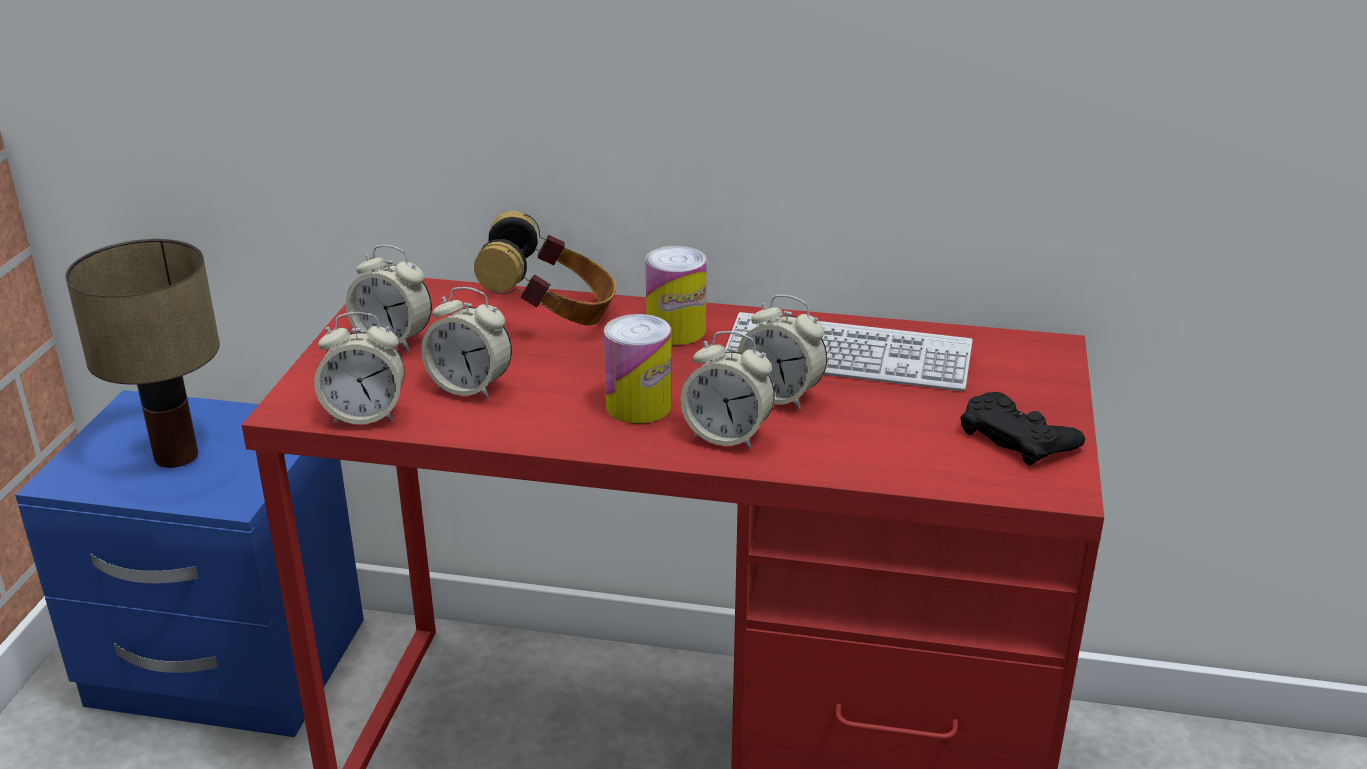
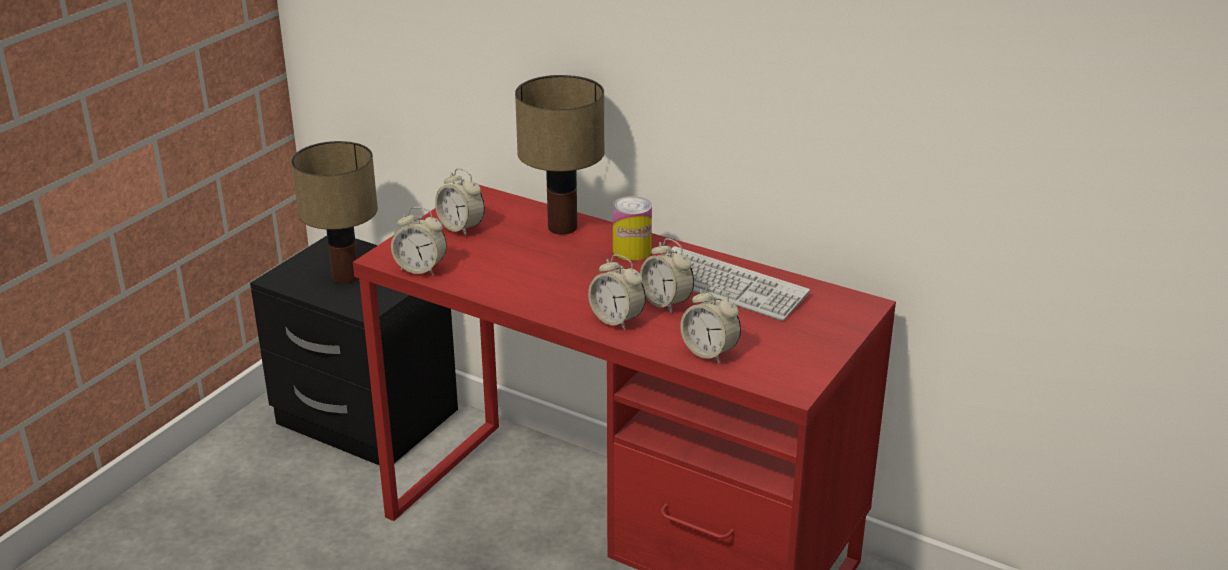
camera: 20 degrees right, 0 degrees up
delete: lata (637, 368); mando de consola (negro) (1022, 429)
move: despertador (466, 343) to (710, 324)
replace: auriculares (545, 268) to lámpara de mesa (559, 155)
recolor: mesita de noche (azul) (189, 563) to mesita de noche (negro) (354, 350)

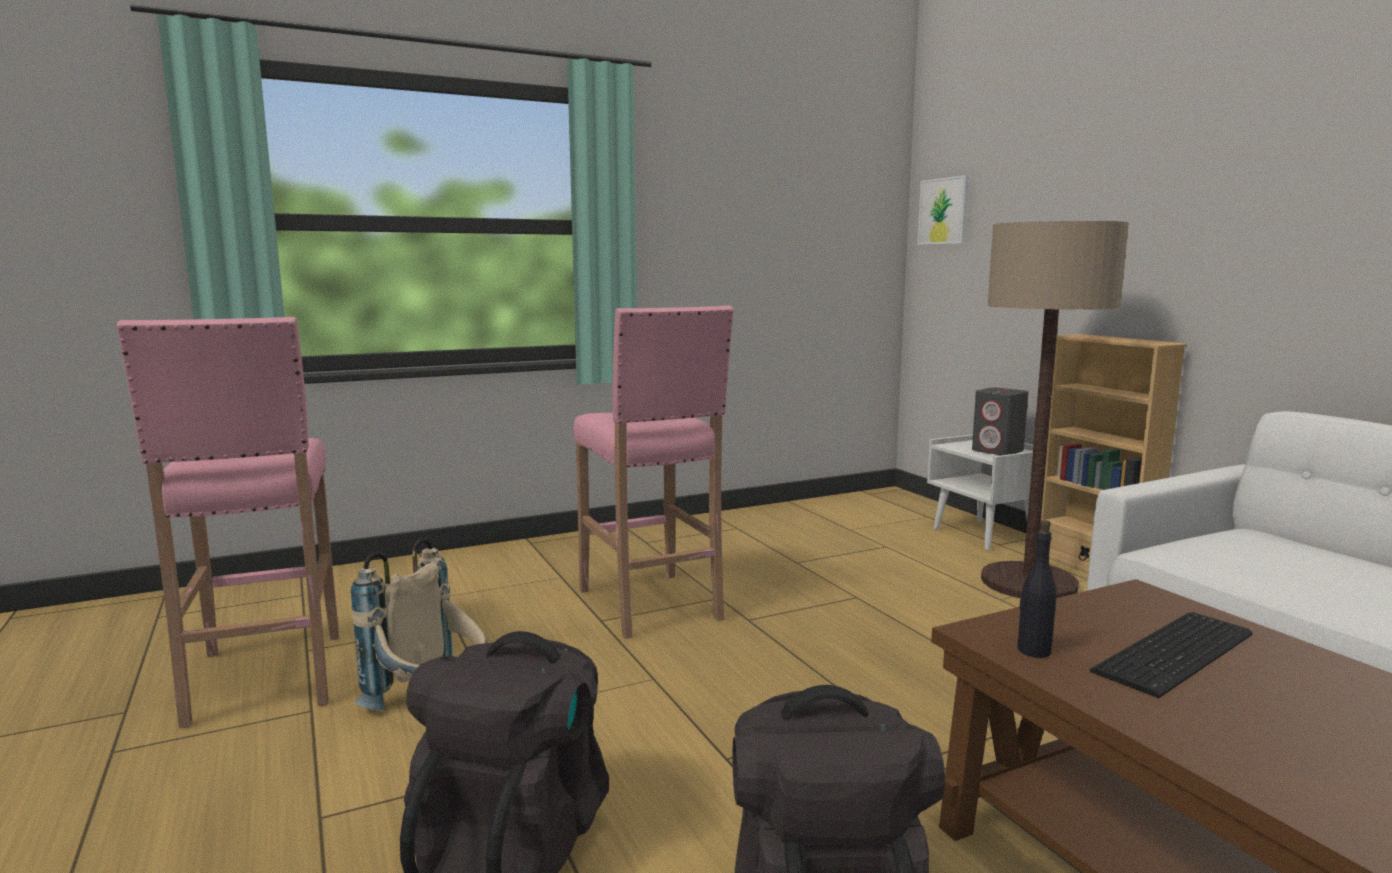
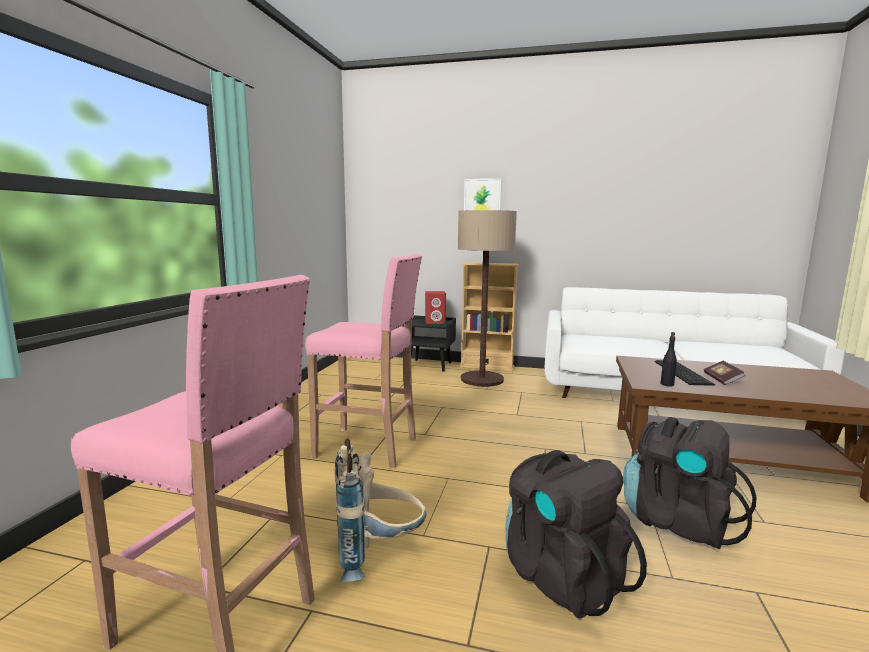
camera: 50 degrees left, 0 degrees up
insert: libro (724, 373)
move: cuadro (943, 210) to (483, 194)
recolor: mesita de noche (blanco) (980, 492) to mesita de noche (negro) (429, 343); altavoz (gris) (1000, 421) to altavoz (rojo) (435, 307)

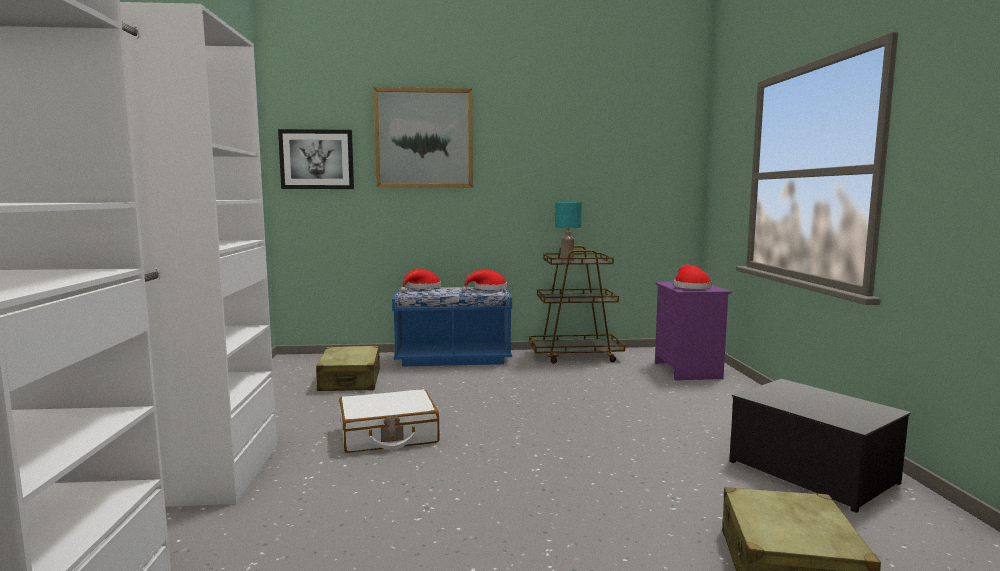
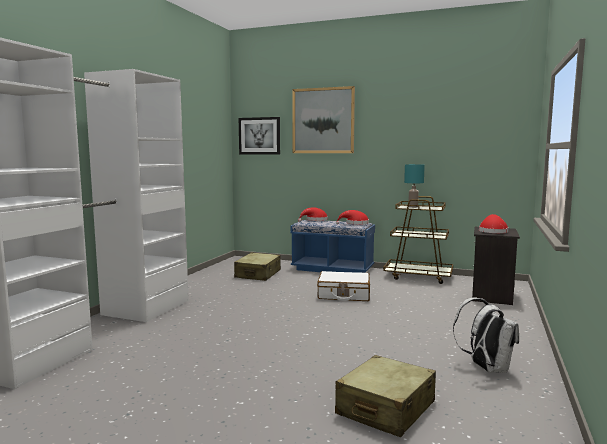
camera: 25 degrees right, 0 degrees up
move: maleta (blanco) (389, 421) to (343, 286)
replace: caja de almacenaje (820, 446) to mochila (blanco) (486, 335)
recolor: mesita de noche (morado) (693, 331) to mesita de noche (negro) (496, 266)

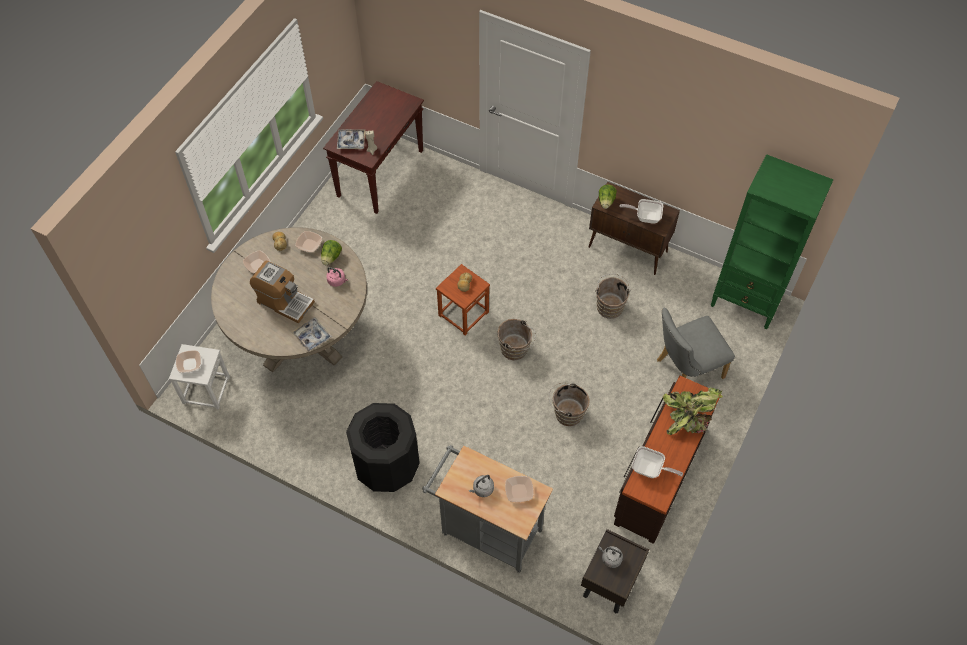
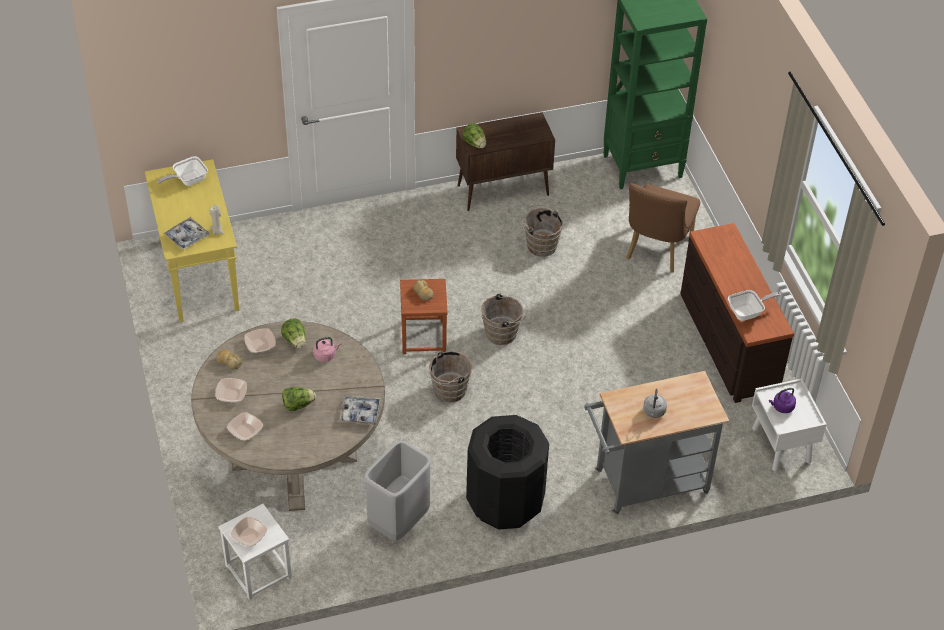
camera: 45 degrees left, 10 degrees down
delete: planta en maceta (693, 411)
insert: papelera (gris) (398, 490)
move: cuenco (519, 489) to (245, 426); cubo (marrón) (569, 404) to (448, 377); sartén (641, 211) to (182, 171)
replace: cafetera (282, 292) to lechuga (299, 399)
recolor: mesa consola (marrón) (373, 147) to mesa consola (amarillo) (192, 240); mesita de noche (marrón) (615, 571) to mesita de noche (blanco) (789, 424); hervidor (gris) (610, 557) to hervidor (morado) (782, 400); silla (gris) (696, 343) to silla (marrón) (663, 228)

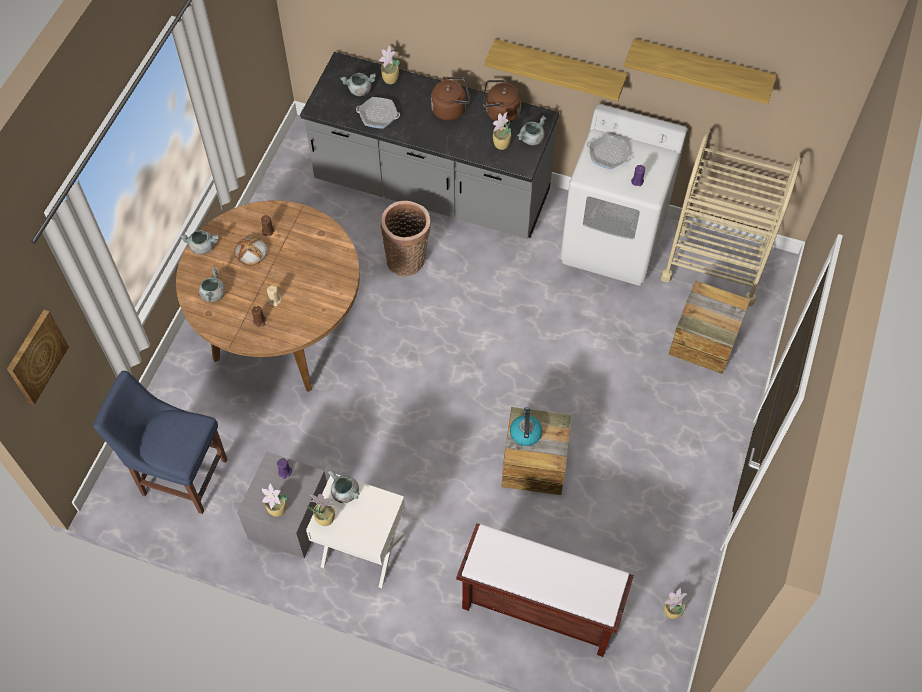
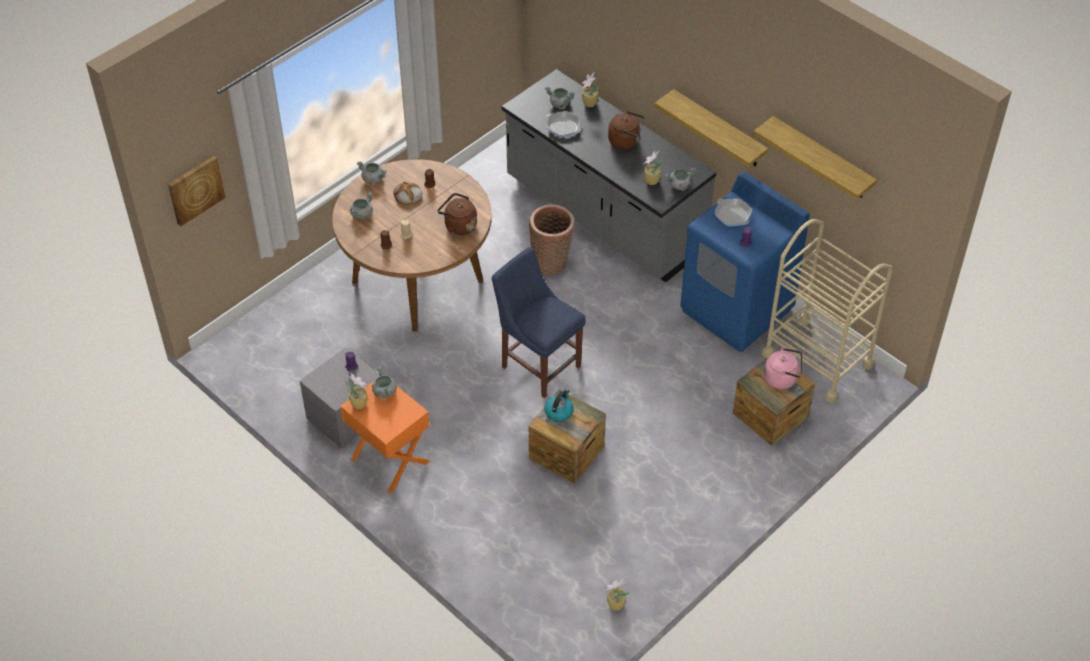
camera: 25 degrees right, 10 degrees down
delete: planta en maceta (274, 500); banco (marrón) (545, 590)
insert: hervidor (rosa) (783, 368)
move: silla (azul) (160, 442) to (539, 322); hervidor (marrón) (502, 101) to (457, 214)
recolor: mesita de noche (blanco) (355, 531) to mesita de noche (naranja) (385, 437); lavadora (blanco) (624, 195) to lavadora (azul) (745, 262)

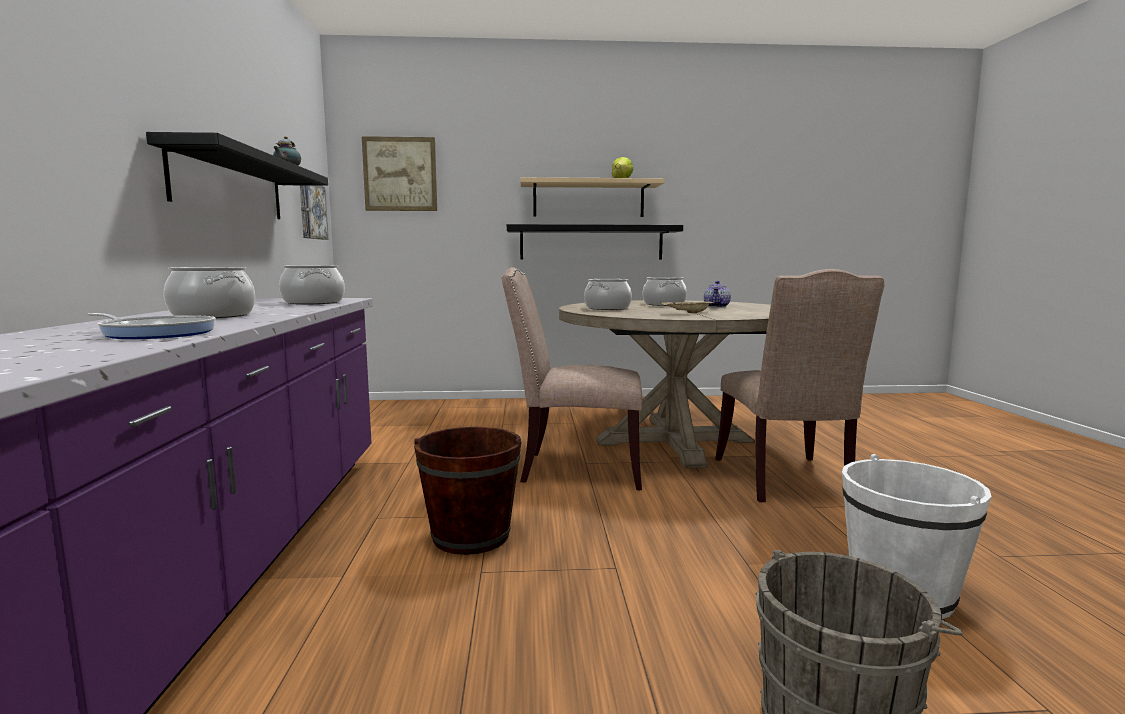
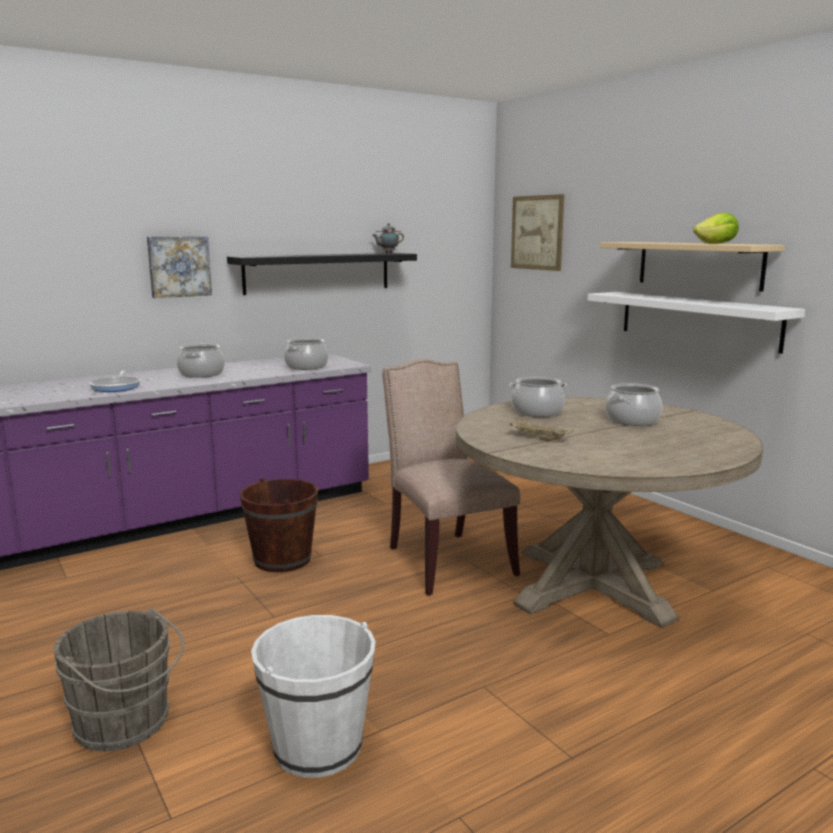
camera: 60 degrees right, 5 degrees up
delete: tetera (717, 294); silla (beis) (800, 385)
move: cuadro (314, 212) to (179, 267)
recolor: estante (negro) (595, 241) to estante (blanco) (696, 323)

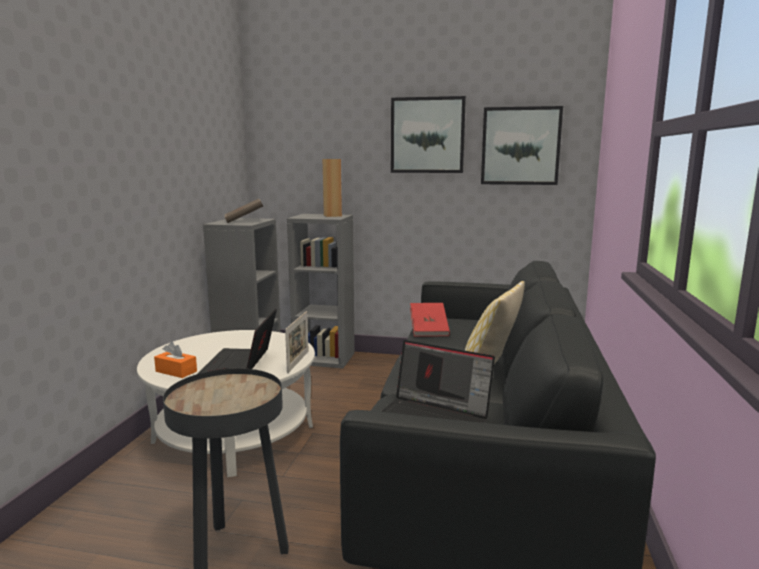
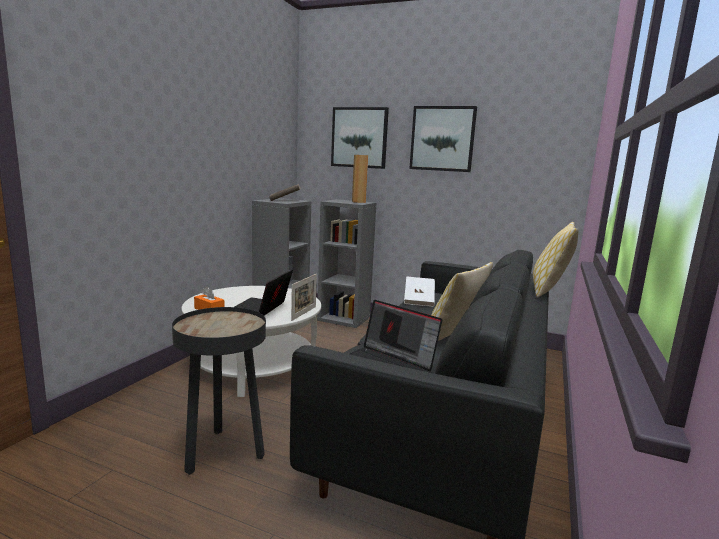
camera: 10 degrees right, 0 degrees up
insert: cojín (556, 259)
move: cuadro (522, 145) to (360, 138)
recolor: libro (rojo) (430, 320) to libro (blanco) (419, 291)

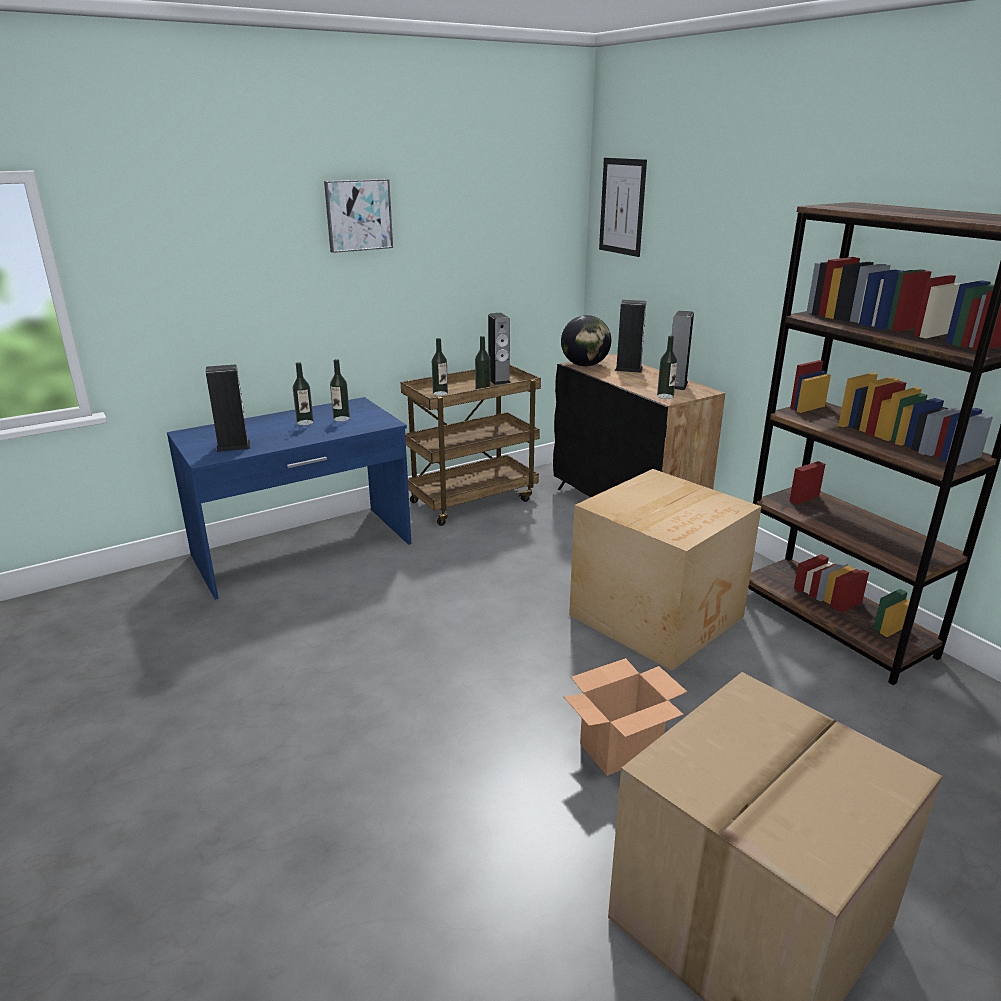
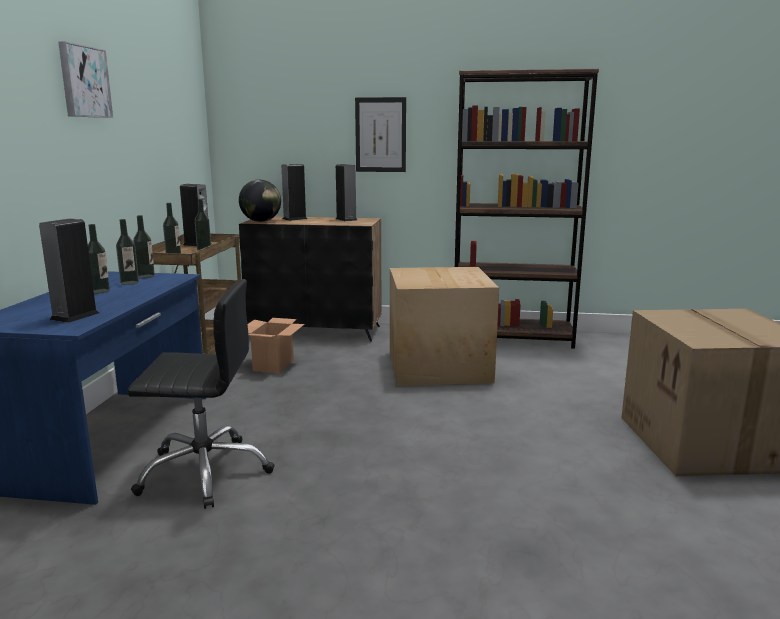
camera: 50 degrees left, 10 degrees down
insert: silla de oficina (negro) (201, 394)
move: caja de cartón (625, 717) to (276, 345); cuadro (623, 207) to (380, 134); botella (667, 367) to (144, 246)

